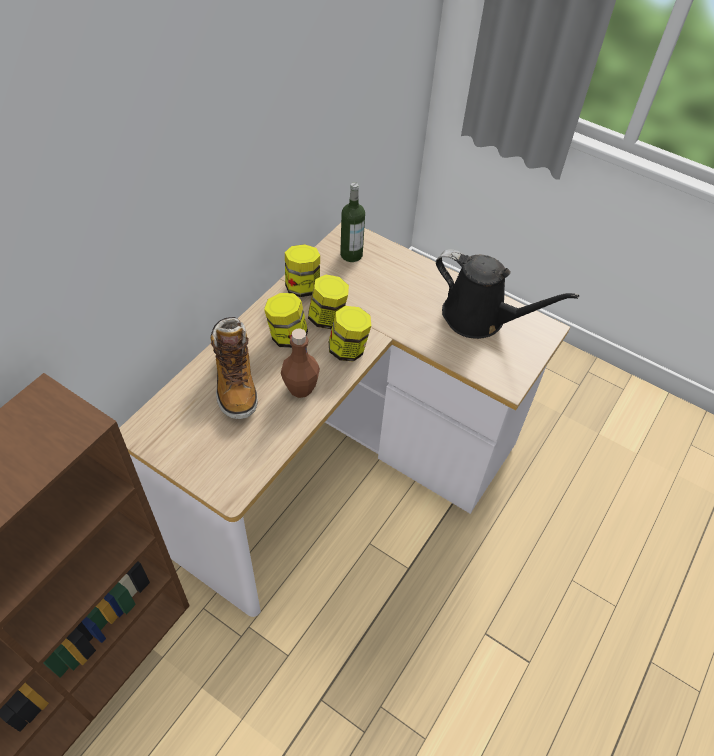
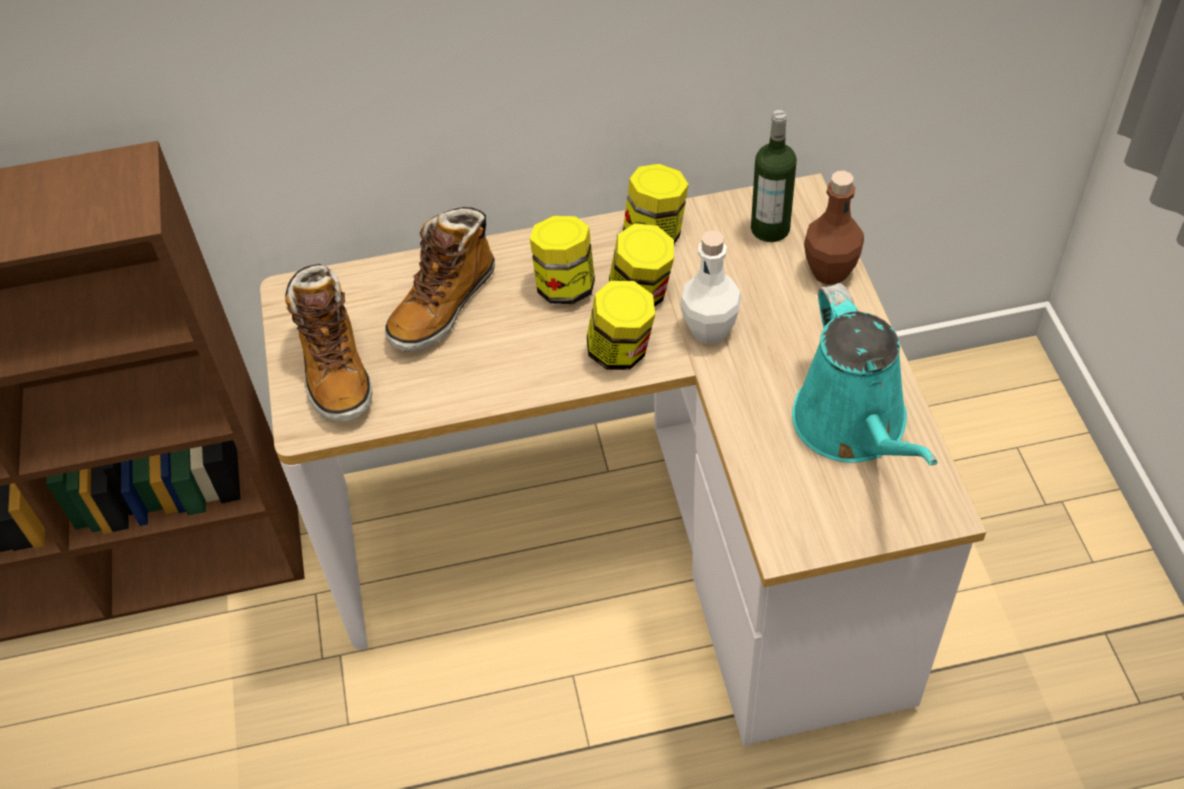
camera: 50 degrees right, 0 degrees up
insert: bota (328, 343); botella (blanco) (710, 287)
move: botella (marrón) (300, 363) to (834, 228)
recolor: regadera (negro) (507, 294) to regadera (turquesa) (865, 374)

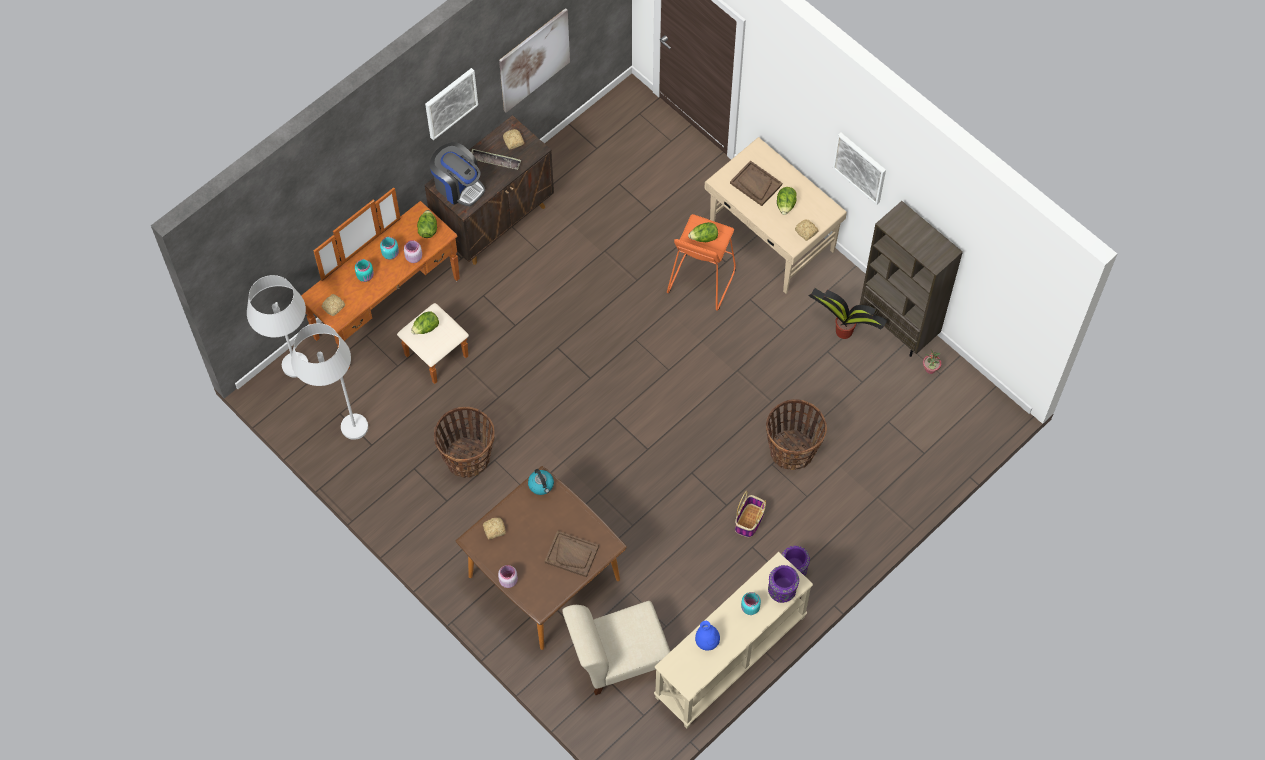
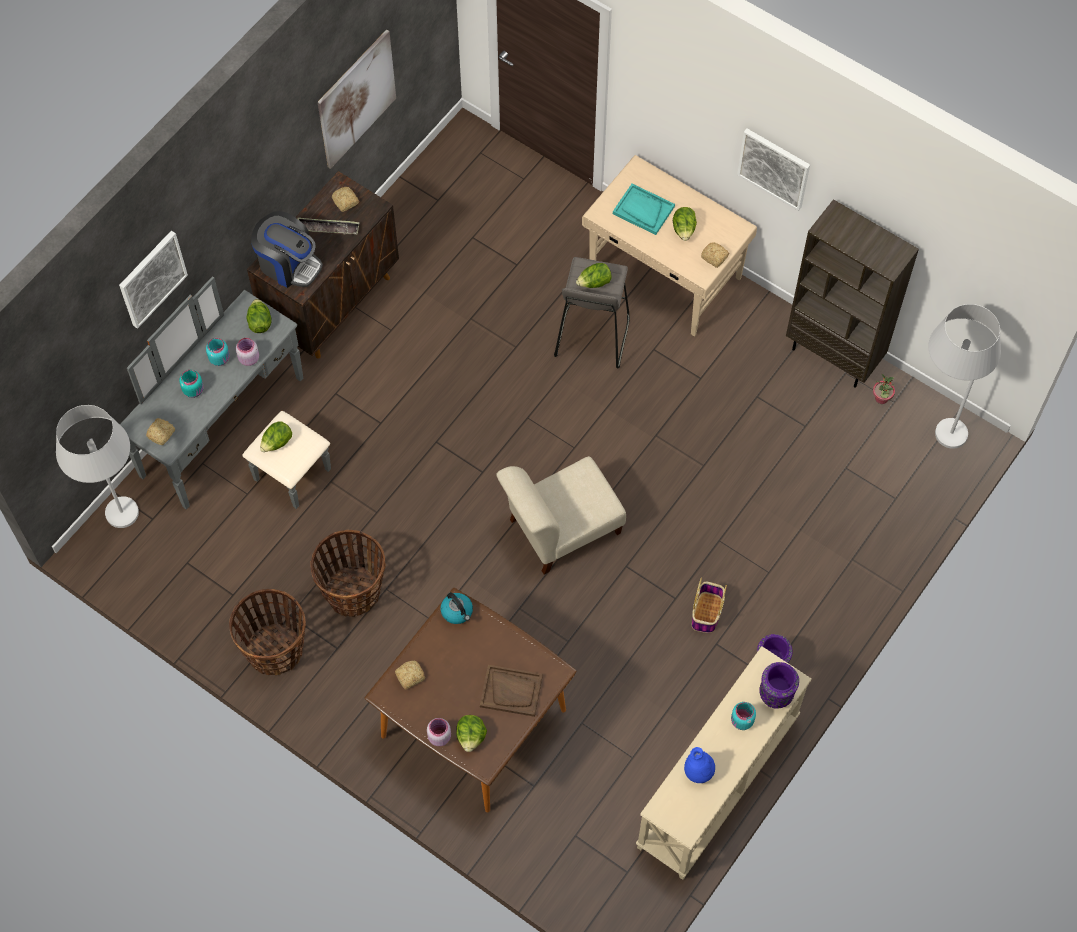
camera: 10 degrees left, 0 degrees up
delete: planta en maceta (848, 313)
insert: lechuga (471, 733)
move: lámpara de pie (blanco) (329, 381) to (964, 376); cuadro (451, 104) to (153, 280); silla (beis) (616, 648) to (561, 515); cesta (796, 434) to (267, 632)
recolor: cómoda (marrón) (385, 285) to cómoda (gris) (225, 393); taburete (naranja) (701, 262) to taburete (gris) (592, 312); bandeja (marrón) (756, 183) to bandeja (turquesa) (644, 209)

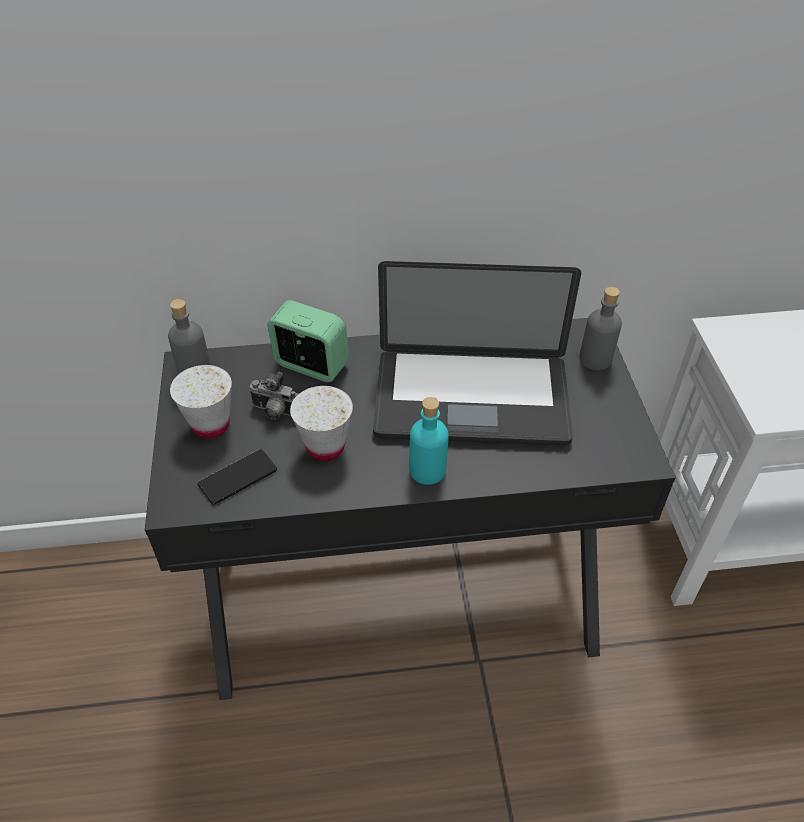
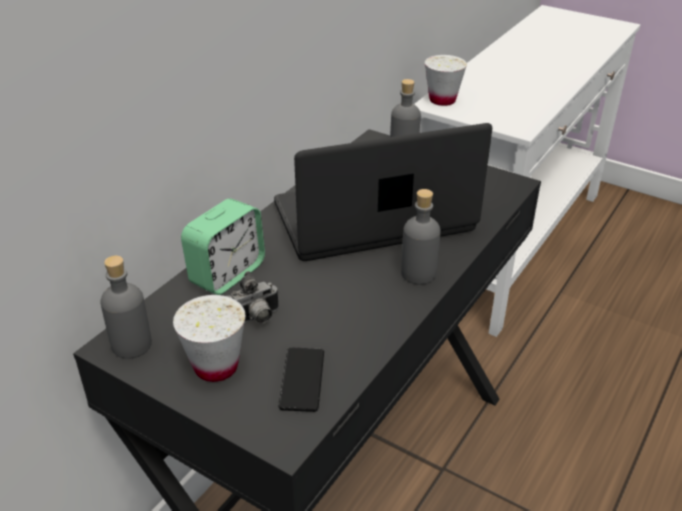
camera: 50 degrees left, 10 degrees down
move: taza (blanco) (321, 423) to (446, 80)
recolor: botella (turquesa) (429, 441) to botella (gris) (421, 237)
rotate: despertador (308, 341) = (223, 246) 150 degrees clockwise; portátil (477, 353) = (383, 192) 150 degrees counterclockwise

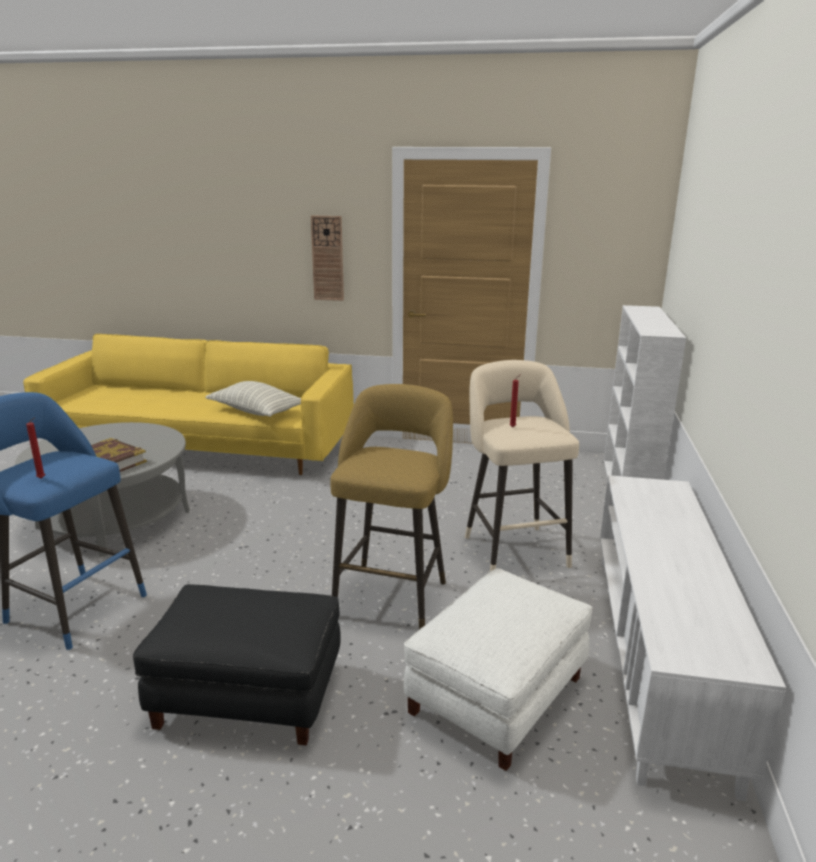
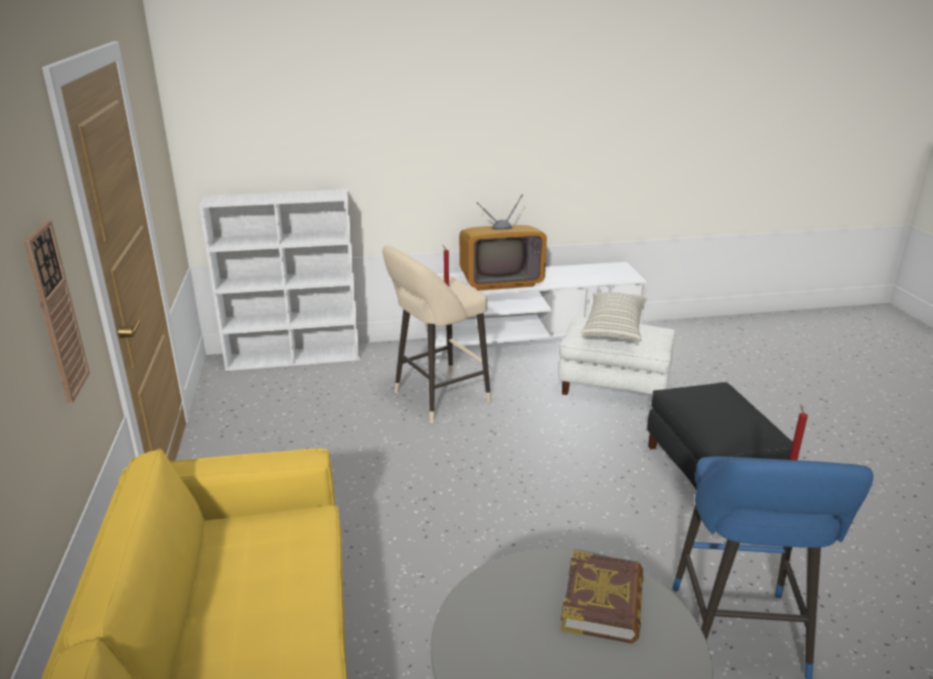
camera: 110 degrees left, 5 degrees up
delete: taburete (amarillo) (391, 506)
insert: televisor (503, 243)
move: cojín (253, 399) to (614, 317)

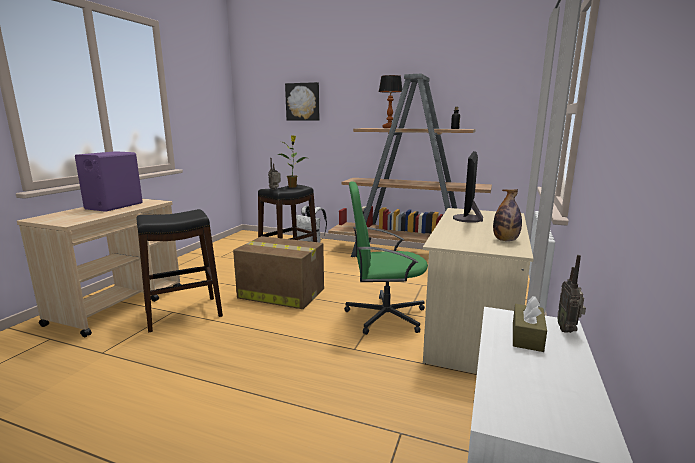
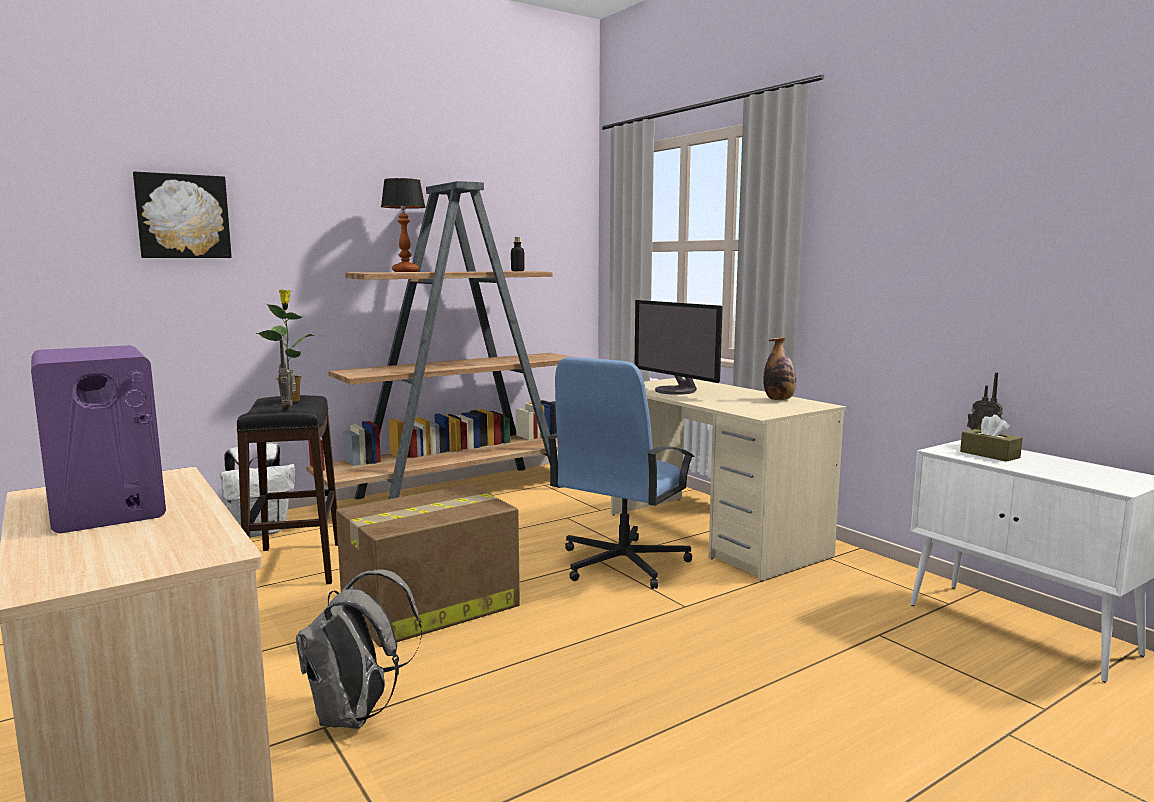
camera: 55 degrees left, 5 degrees down
replace: taburete (negro) (179, 270) to mochila (gris) (359, 649)
recolor: silla de oficina (verde) (386, 258) to silla de oficina (azul) (621, 473)

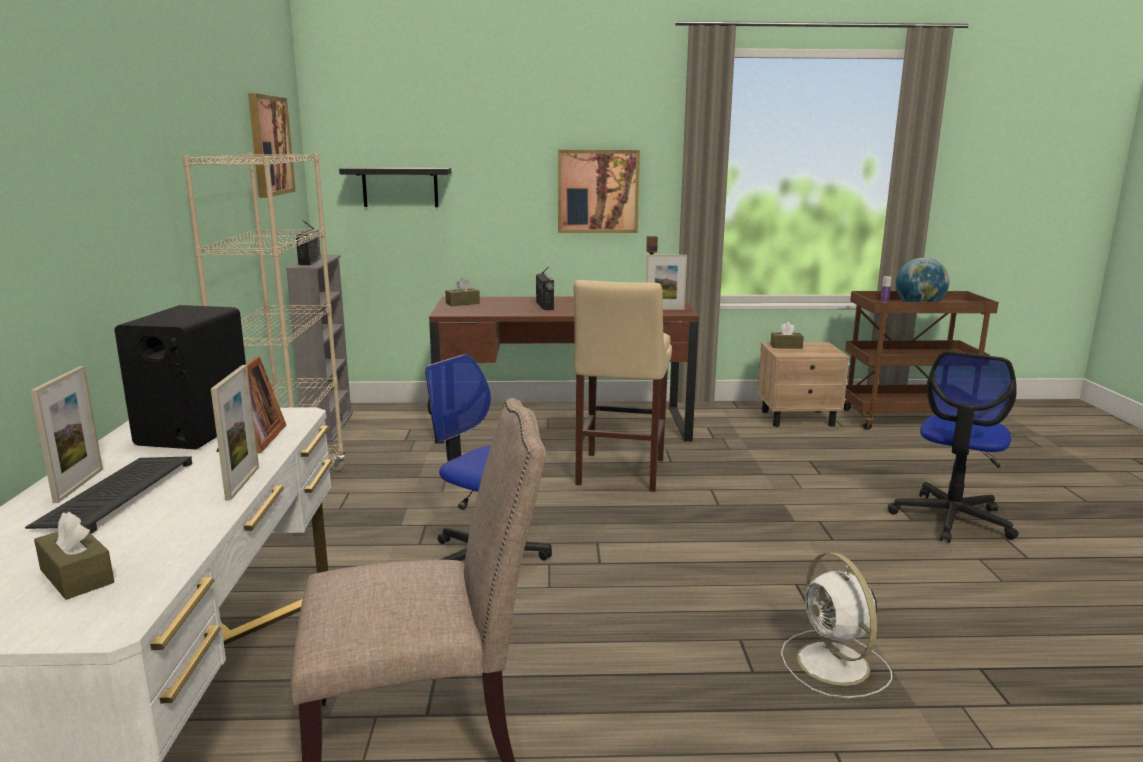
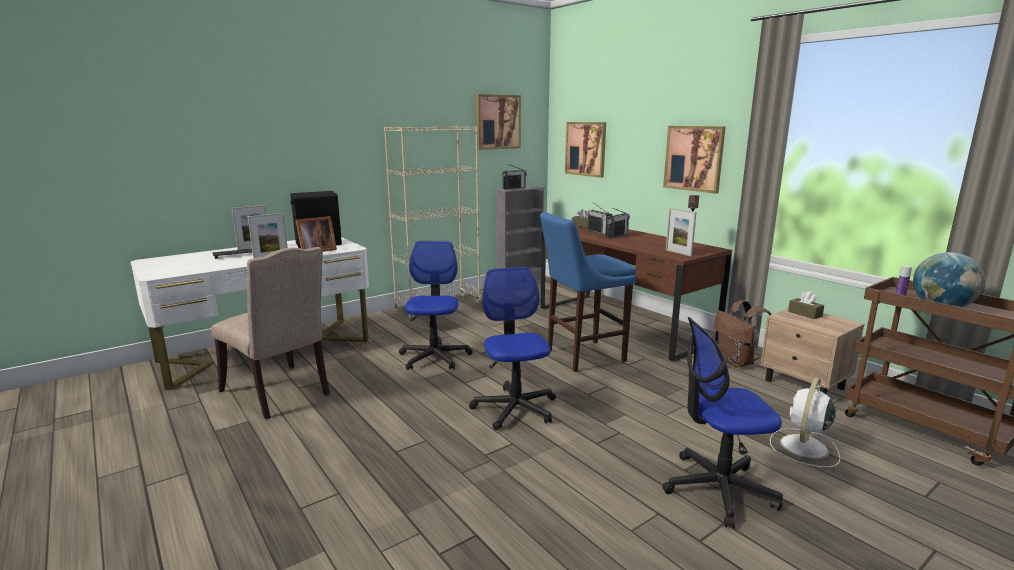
camera: 55 degrees right, 0 degrees up
delete: caja de pañuelos (marrón) (74, 556)
insert: silla de oficina (512, 348); radio (599, 219); mochila (marrón) (743, 333)
move: ventilador (blanco) (836, 625) to (805, 422)
replace: estante (negro) (395, 187) to cuadro (585, 150)
recolor: taburete (beis) (623, 386) to taburete (azul) (588, 292)

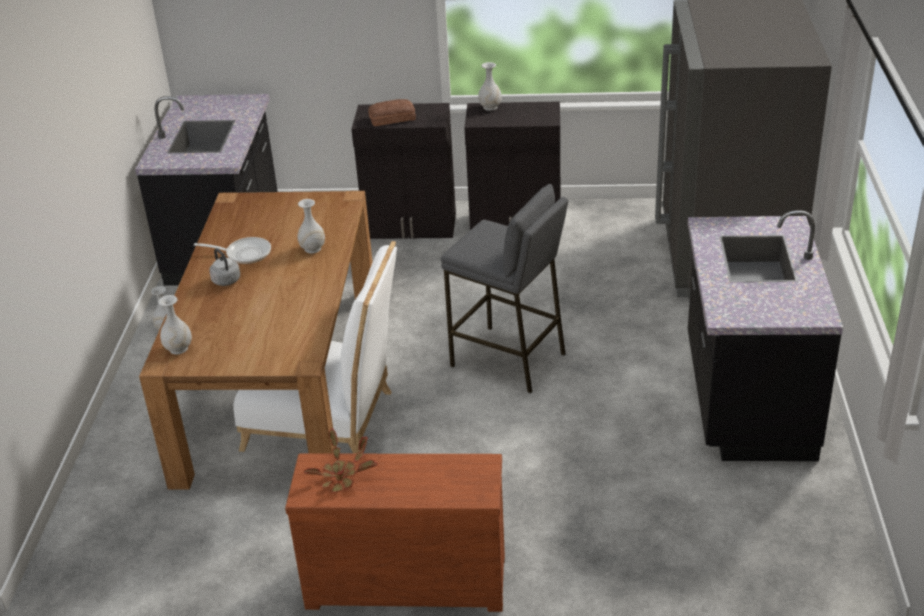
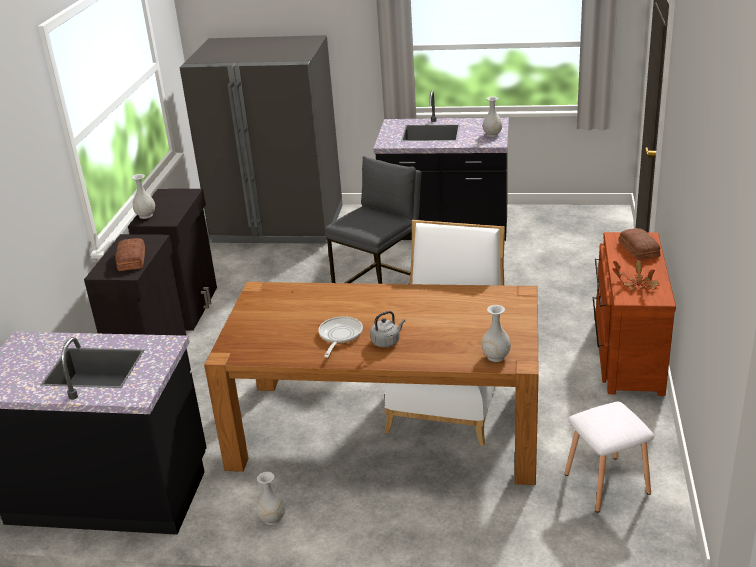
camera: 85 degrees left, 5 degrees down
insert: taburete (blanco) (609, 457); pan (639, 244)
move: florero (blanco) (311, 226) to (492, 116)

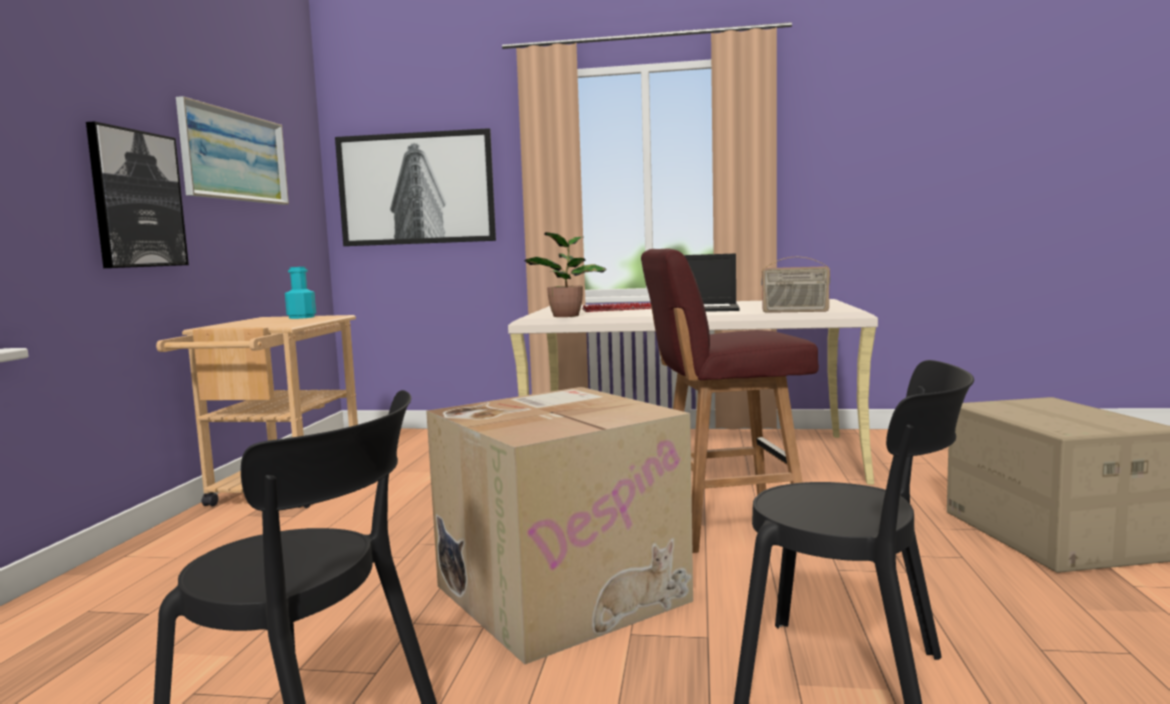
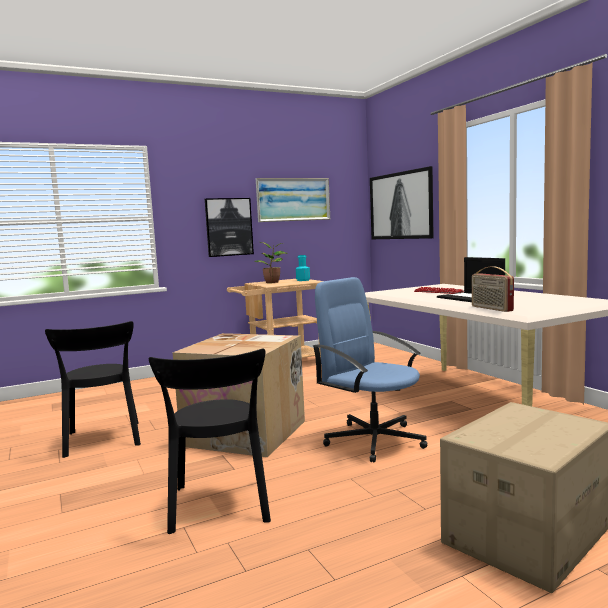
camera: 55 degrees right, 0 degrees up
move: planta en maceta (566, 274) to (271, 262)
replace: taburete (rojo) (730, 400) to silla de oficina (azul) (370, 370)

